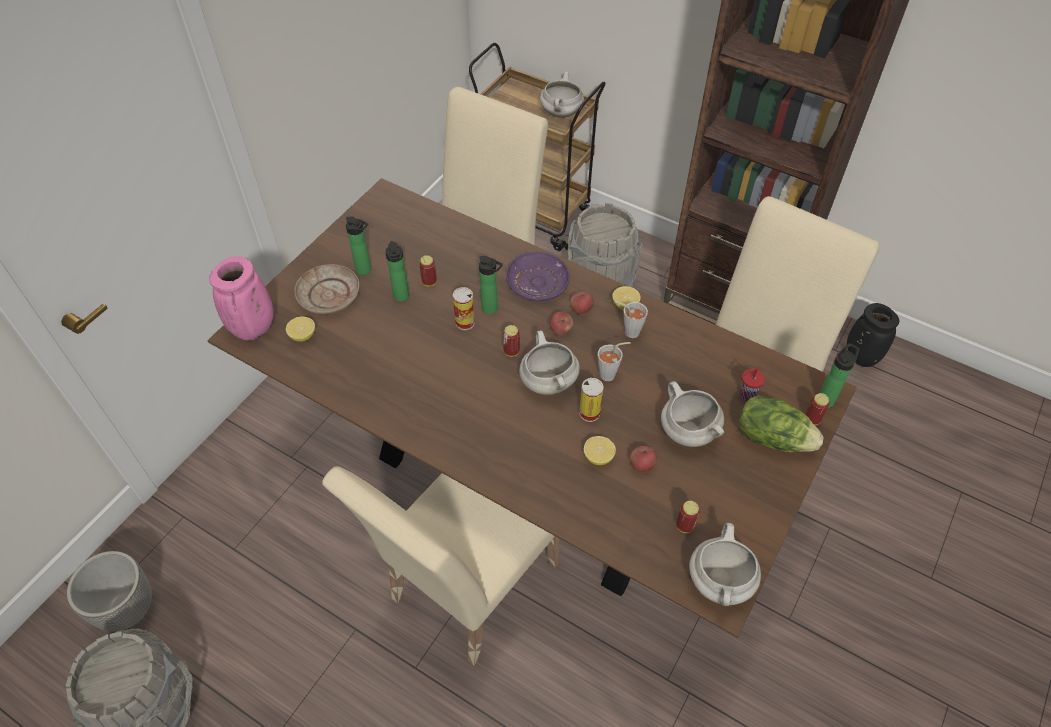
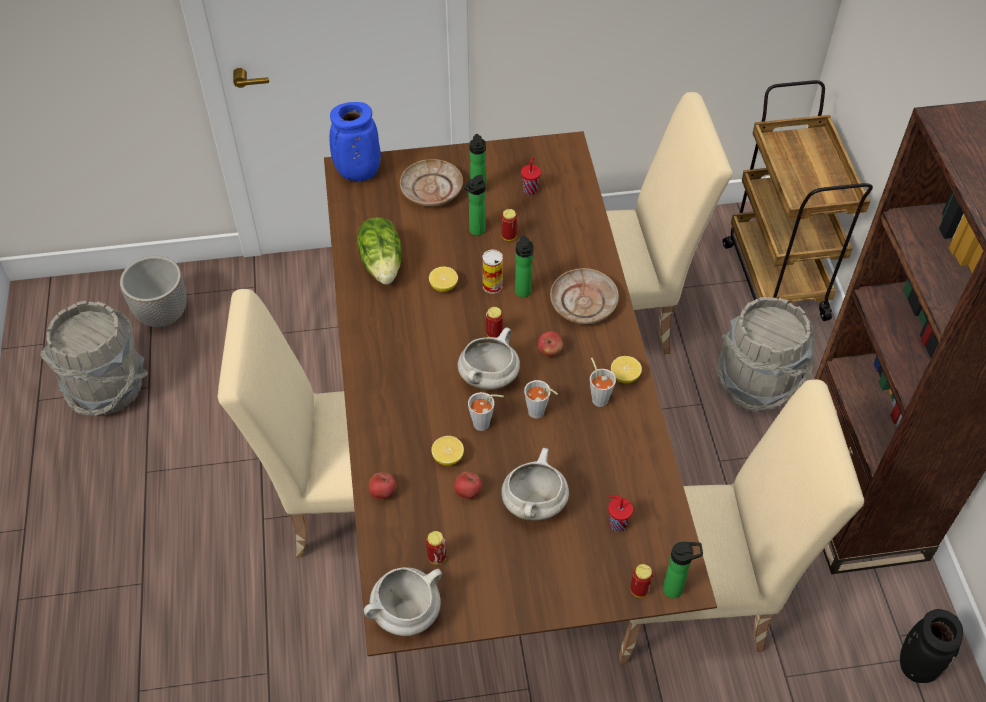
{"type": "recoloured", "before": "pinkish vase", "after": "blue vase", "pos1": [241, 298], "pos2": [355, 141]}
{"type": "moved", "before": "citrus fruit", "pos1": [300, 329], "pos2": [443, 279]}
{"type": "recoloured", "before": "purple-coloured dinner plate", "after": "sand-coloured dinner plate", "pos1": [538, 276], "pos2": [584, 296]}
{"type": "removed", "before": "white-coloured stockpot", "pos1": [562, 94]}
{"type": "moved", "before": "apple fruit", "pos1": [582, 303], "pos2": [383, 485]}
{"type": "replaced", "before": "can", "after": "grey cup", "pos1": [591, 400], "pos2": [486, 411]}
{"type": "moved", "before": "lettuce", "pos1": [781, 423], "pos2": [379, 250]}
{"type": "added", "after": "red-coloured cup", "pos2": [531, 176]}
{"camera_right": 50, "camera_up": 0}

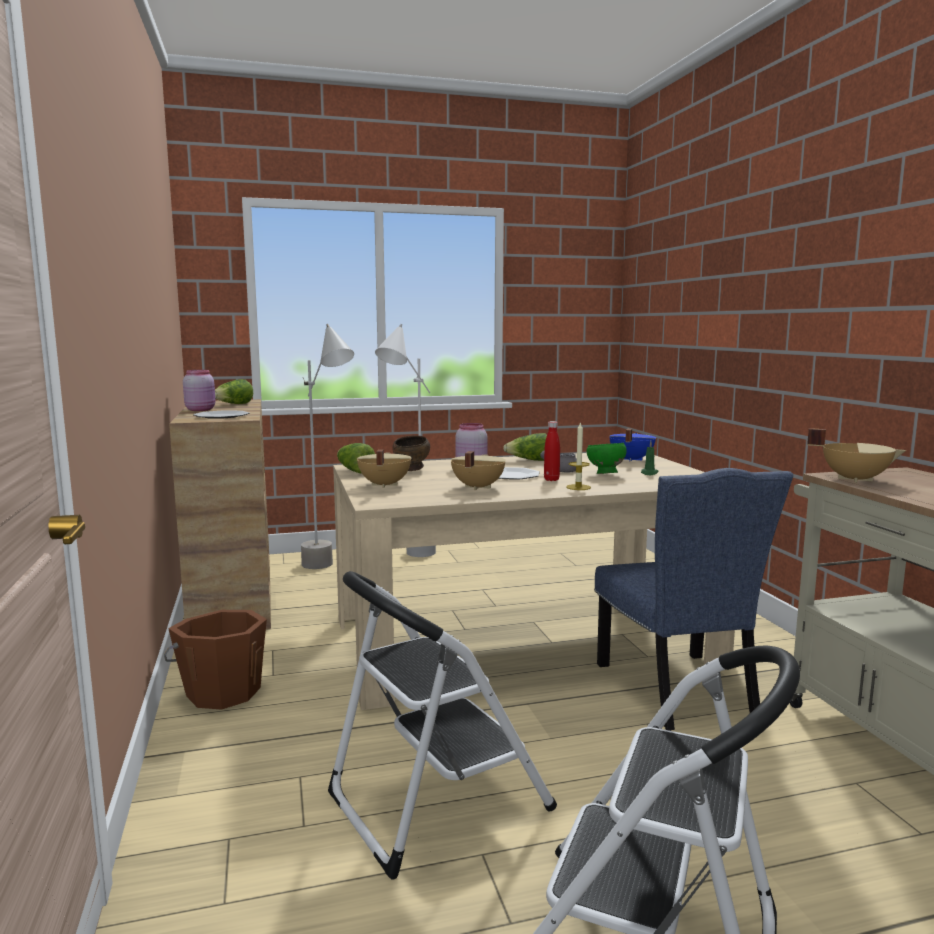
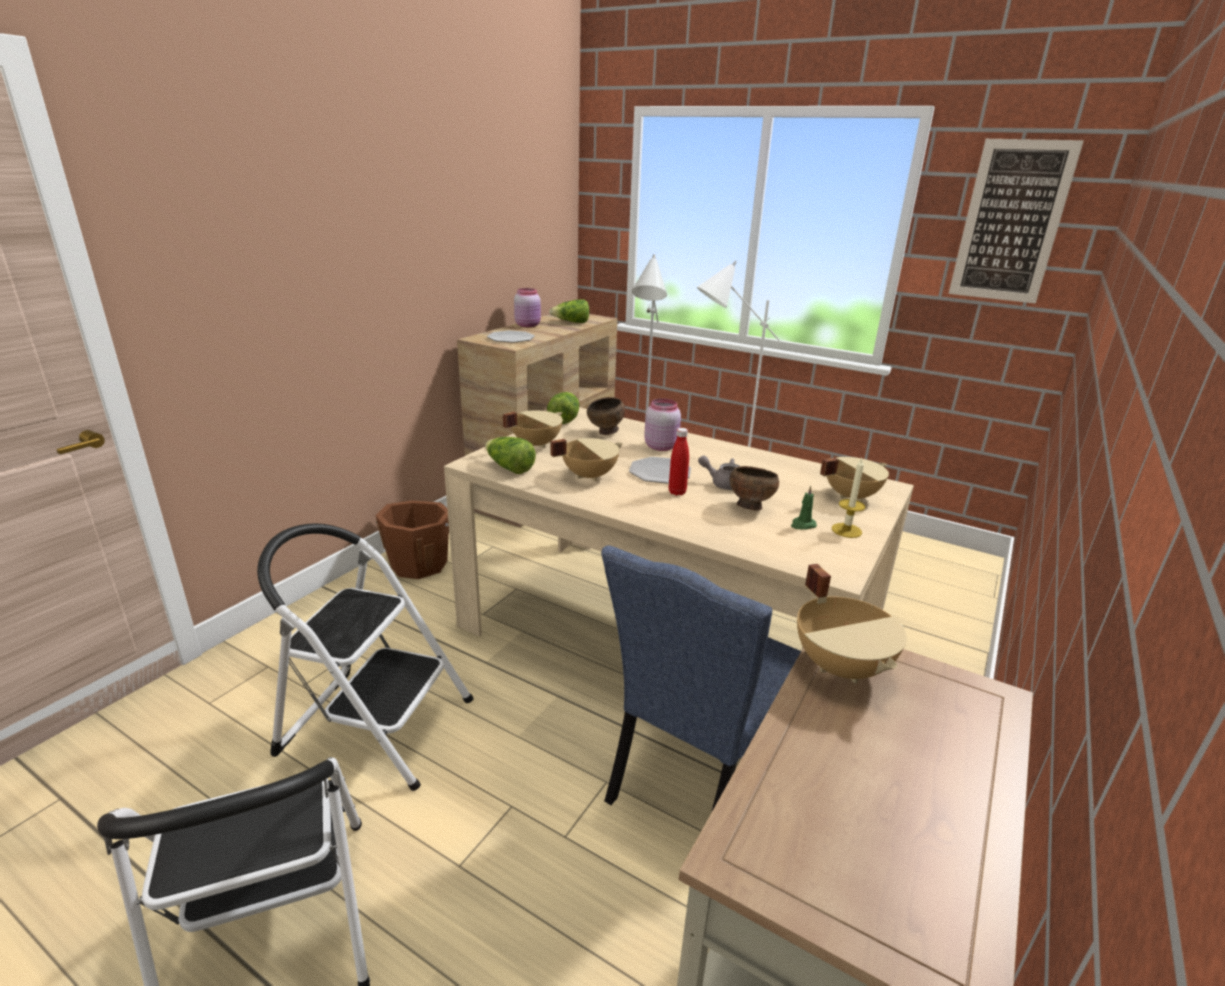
{"type": "moved", "before": "lettuce", "pos1": [525, 447], "pos2": [510, 455]}
{"type": "moved", "before": "candle", "pos1": [578, 456], "pos2": [848, 498]}
{"type": "recoloured", "before": "greenish bowl", "after": "brown bowl", "pos1": [606, 458], "pos2": [754, 488]}
{"type": "recoloured", "before": "blue stockpot", "after": "sand-coloured stockpot", "pos1": [633, 445], "pos2": [854, 479]}
{"type": "added", "after": "wall art", "pos2": [1016, 221]}
{"camera_right": 45, "camera_up": 15}

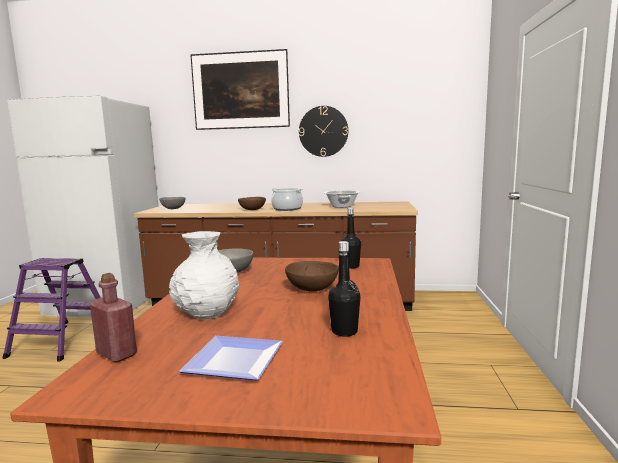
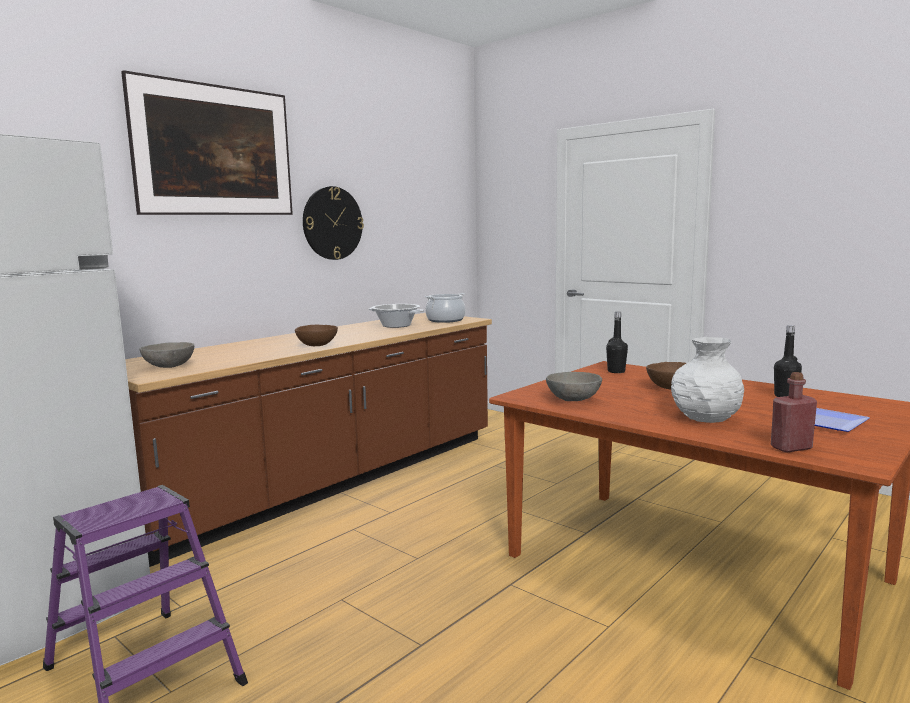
{"type": "moved", "before": "stockpot", "pos1": [287, 199], "pos2": [445, 308]}
{"camera_right": -55, "camera_up": 0}

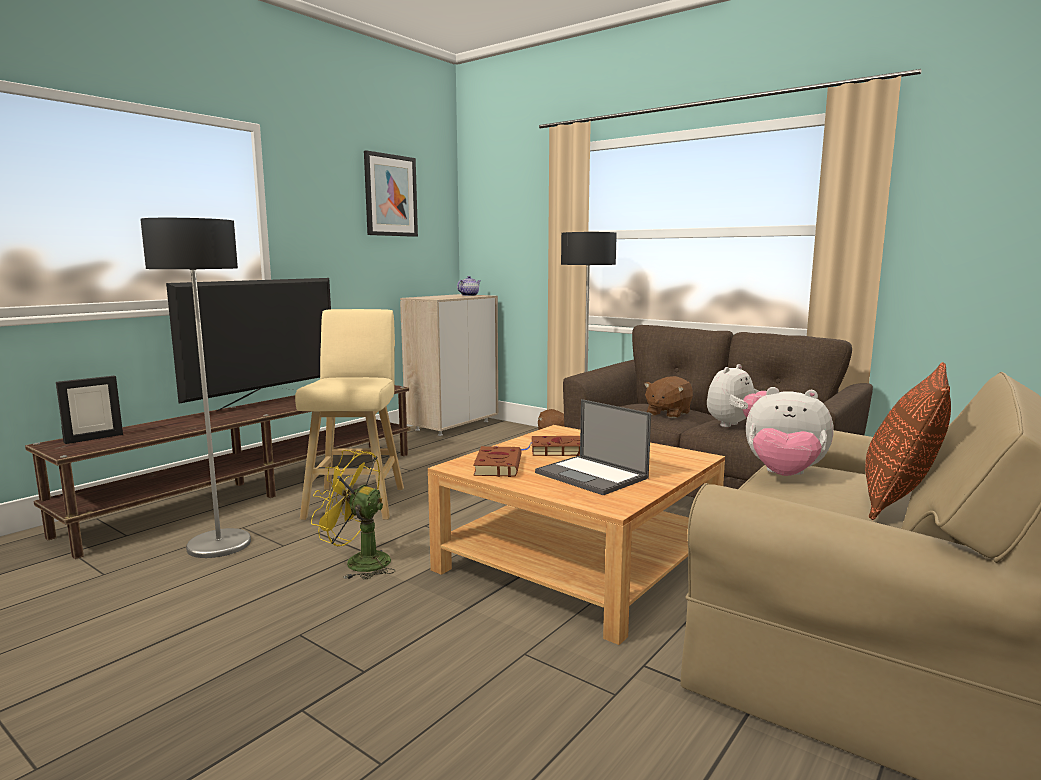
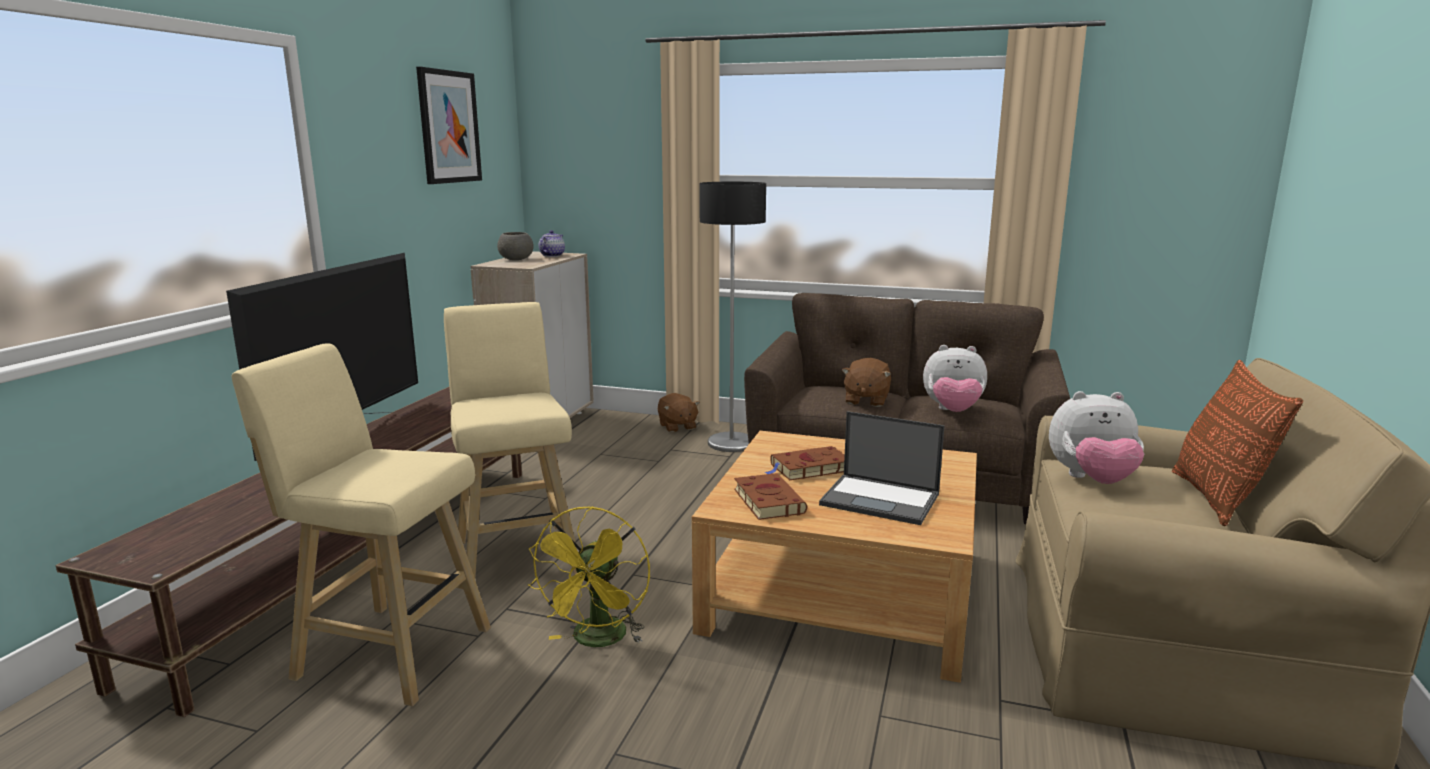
{"type": "removed", "before": "picture frame", "pos1": [89, 410]}
{"type": "replaced", "before": "standing lamp", "after": "sand-coloured stool seat", "pos1": [195, 388], "pos2": [361, 524]}
{"type": "turned", "before": "yellow-coloured cooling fan", "pos1": [353, 515], "pos2": [588, 576], "turn": -75}
{"type": "turned", "before": "plush toy", "pos1": [737, 395], "pos2": [955, 378], "turn": 75}
{"type": "added", "after": "grey bowl", "pos2": [515, 246]}
{"camera_right": -20, "camera_up": 5}

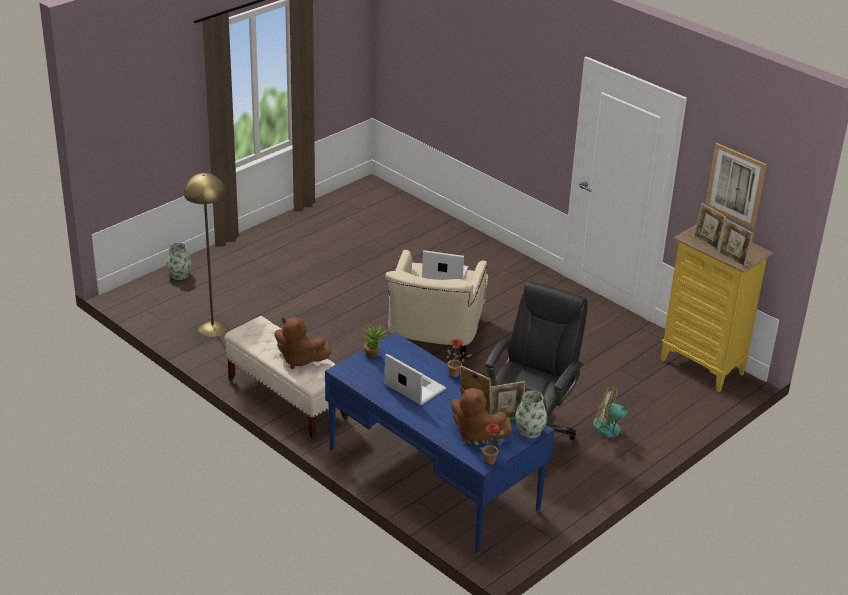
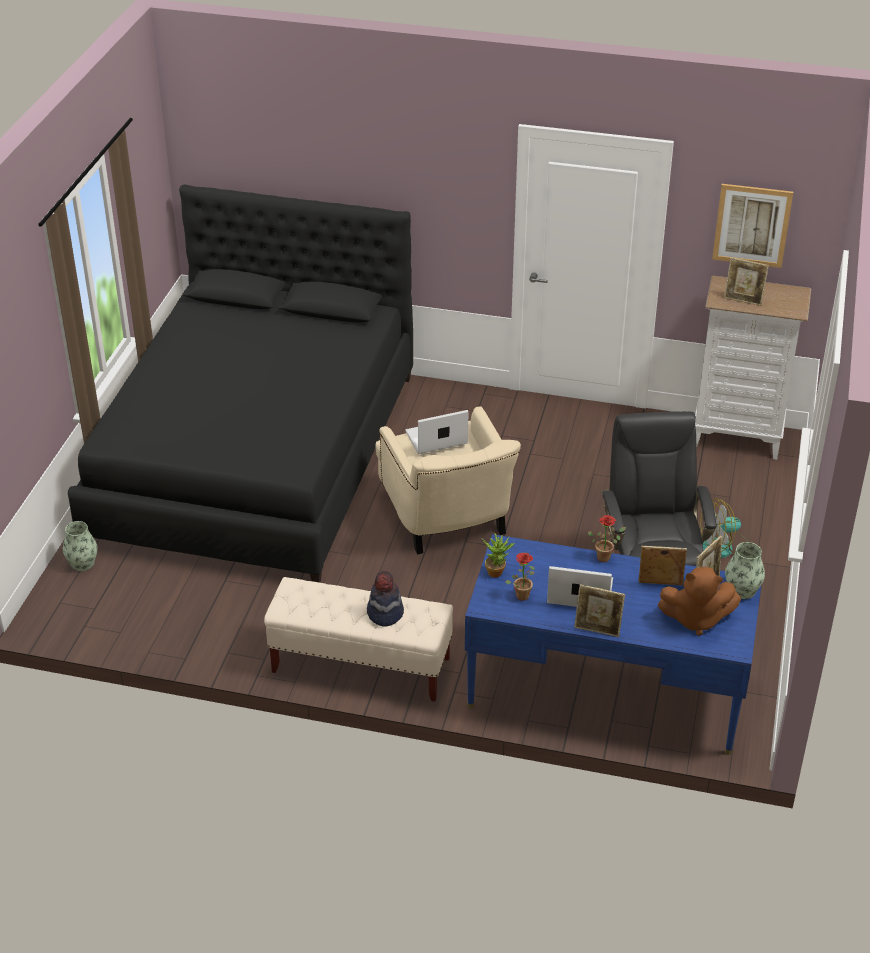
{"type": "removed", "before": "yellow-coloured standing lamp", "pos1": [205, 255]}
{"type": "replaced", "before": "brown plush toy", "after": "hat", "pos1": [303, 343], "pos2": [385, 599]}
{"type": "moved", "before": "houseplant", "pos1": [489, 444], "pos2": [520, 577]}
{"type": "recoloured", "before": "yellow-coloured dresser", "after": "white-coloured dresser", "pos1": [717, 308], "pos2": [753, 368]}
{"type": "moved", "before": "picture frame", "pos1": [736, 243], "pos2": [599, 610]}
{"type": "added", "after": "black-coloured bedroom bed", "pos2": [240, 383]}
{"camera_right": -30, "camera_up": 5}

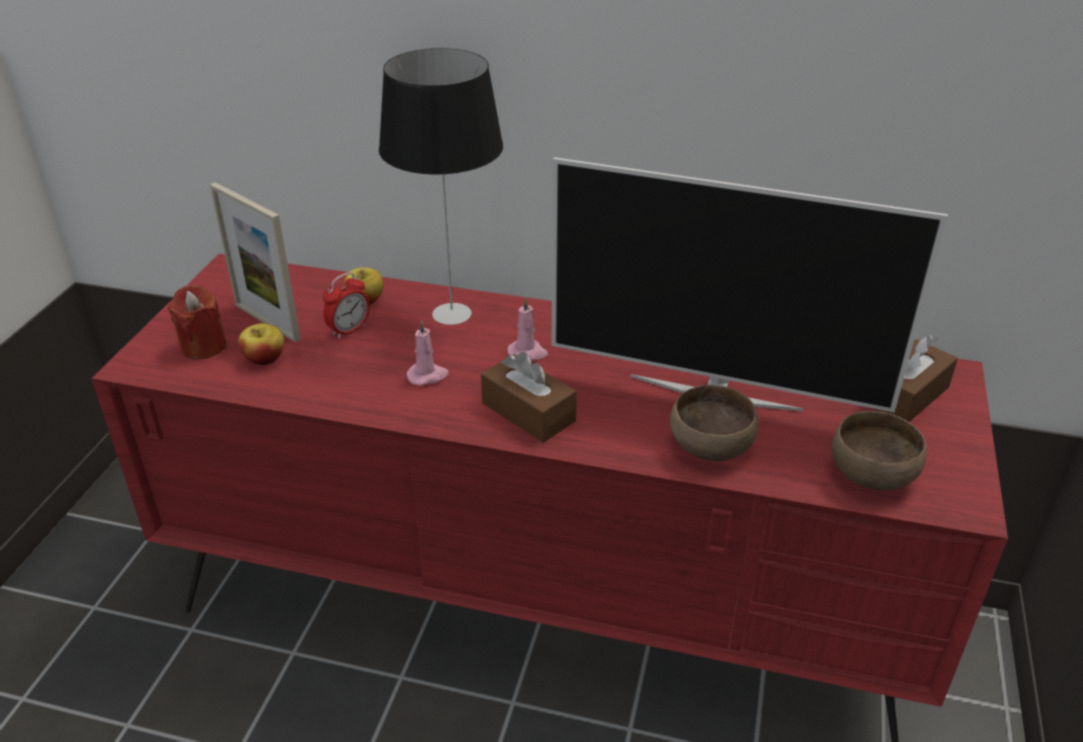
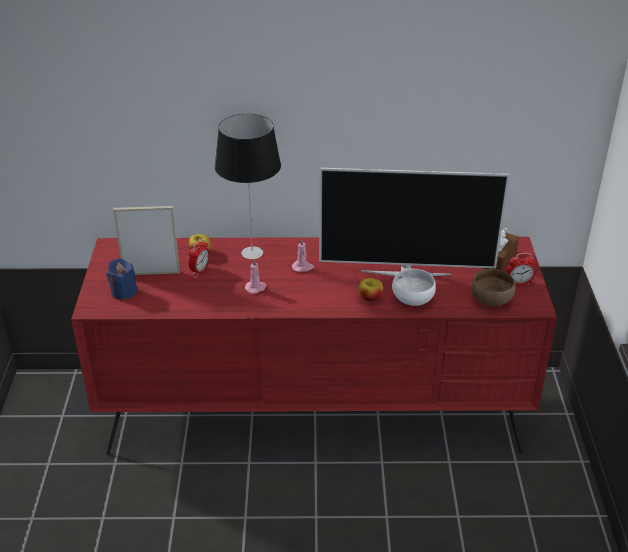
{"type": "recoloured", "before": "red-coloured candle", "after": "blue candle", "pos1": [197, 322], "pos2": [122, 279]}
{"type": "turned", "before": "picture frame", "pos1": [255, 262], "pos2": [146, 240], "turn": 150}
{"type": "moved", "before": "apple fruit", "pos1": [261, 344], "pos2": [371, 289]}
{"type": "removed", "before": "brown tissue holder", "pos1": [529, 397]}
{"type": "recoloured", "before": "brown bowl", "after": "white-coloured bowl", "pos1": [714, 423], "pos2": [414, 287]}
{"type": "added", "after": "table clock", "pos2": [521, 269]}
{"camera_right": -15, "camera_up": 0}

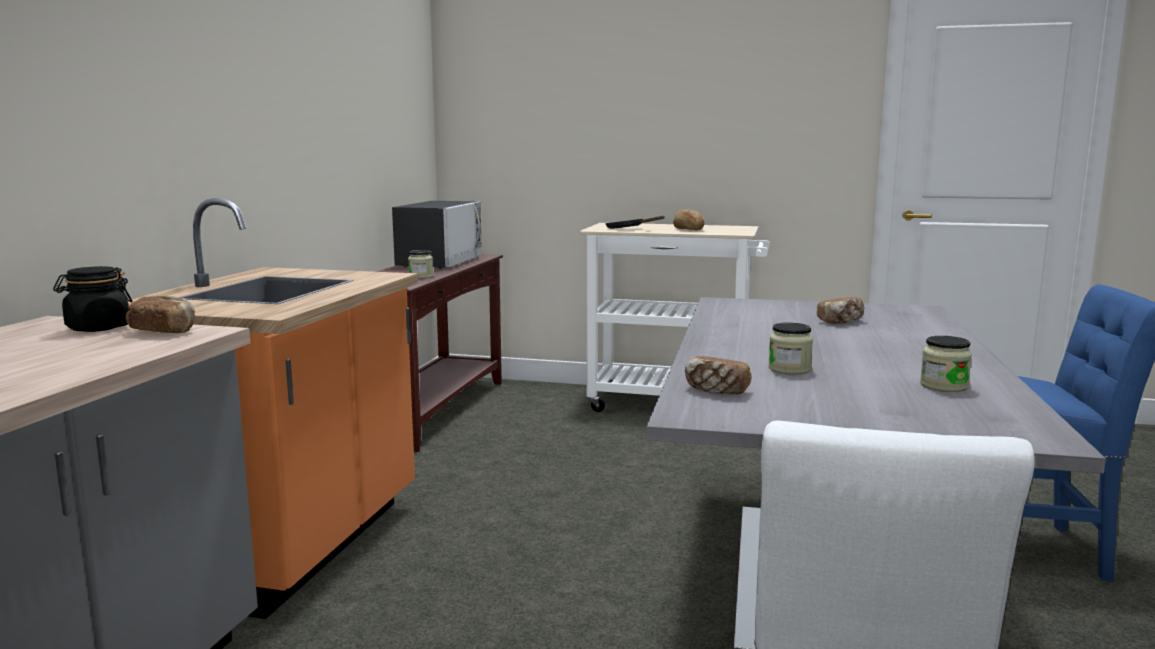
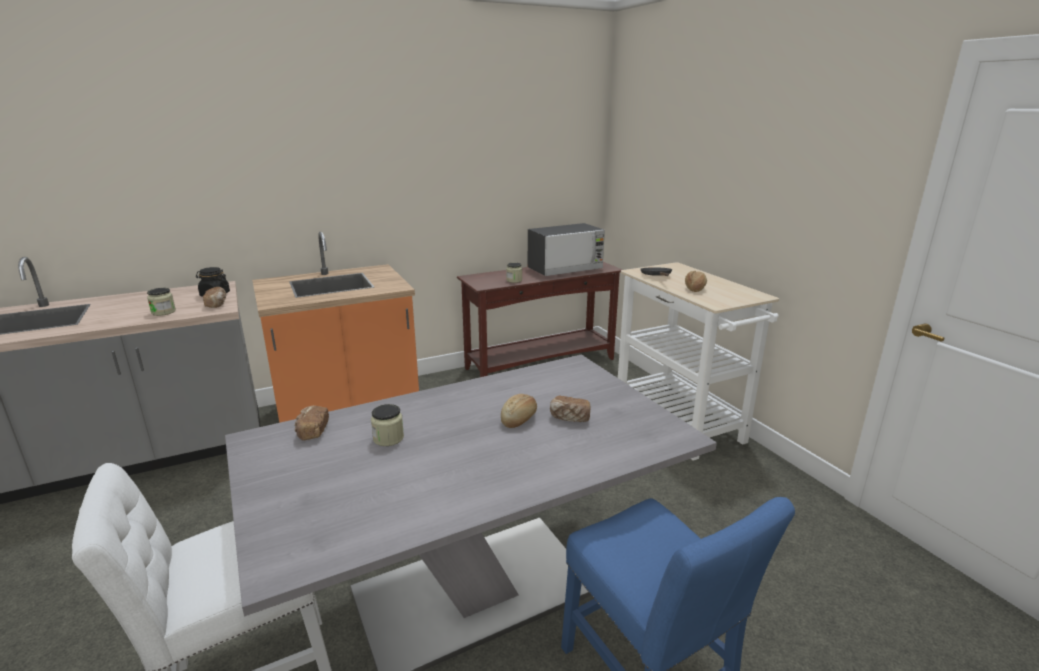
{"type": "moved", "before": "preserve jar", "pos1": [946, 364], "pos2": [161, 302]}
{"type": "added", "after": "bakery bread", "pos2": [519, 411]}
{"camera_right": 50, "camera_up": 10}

